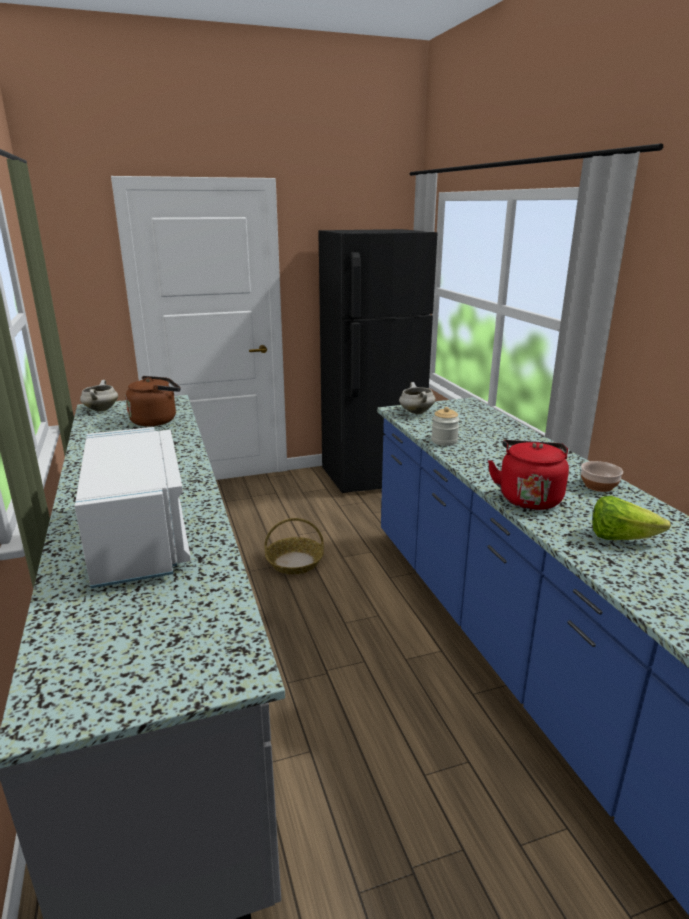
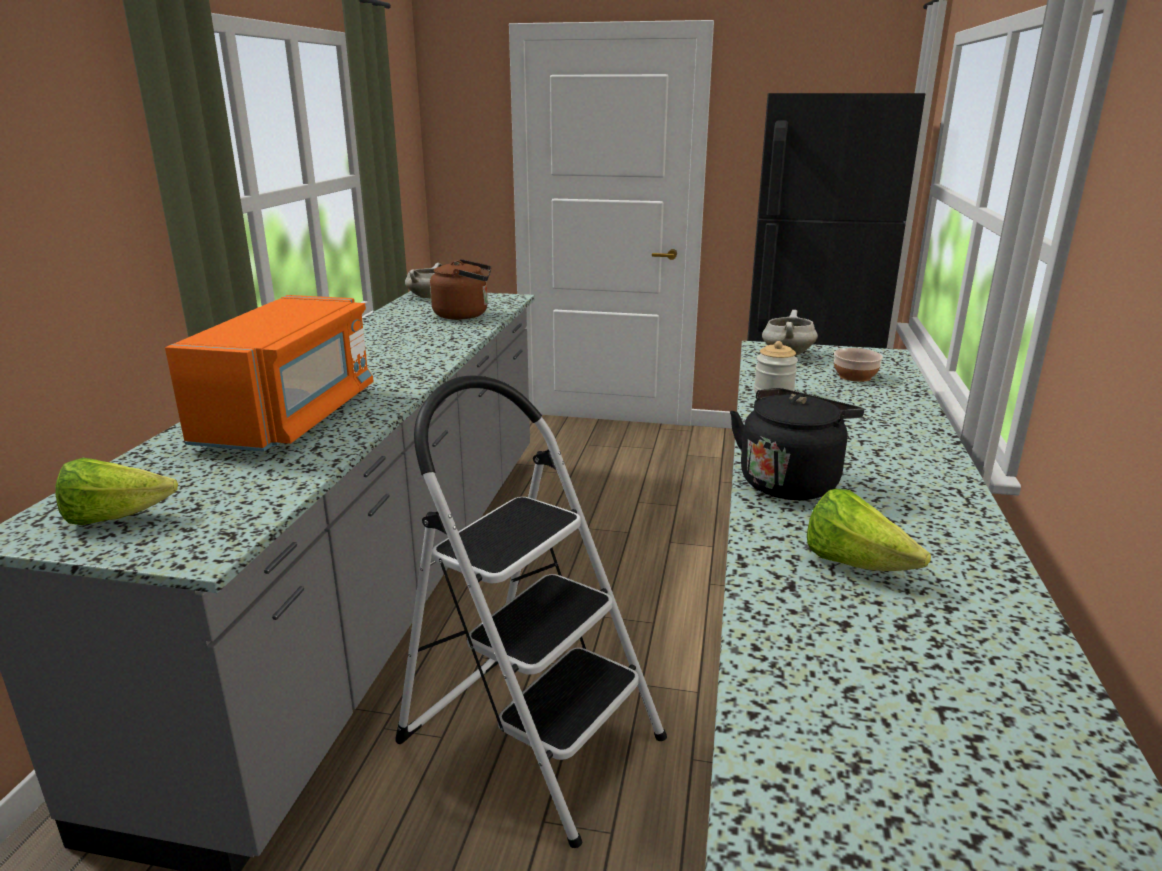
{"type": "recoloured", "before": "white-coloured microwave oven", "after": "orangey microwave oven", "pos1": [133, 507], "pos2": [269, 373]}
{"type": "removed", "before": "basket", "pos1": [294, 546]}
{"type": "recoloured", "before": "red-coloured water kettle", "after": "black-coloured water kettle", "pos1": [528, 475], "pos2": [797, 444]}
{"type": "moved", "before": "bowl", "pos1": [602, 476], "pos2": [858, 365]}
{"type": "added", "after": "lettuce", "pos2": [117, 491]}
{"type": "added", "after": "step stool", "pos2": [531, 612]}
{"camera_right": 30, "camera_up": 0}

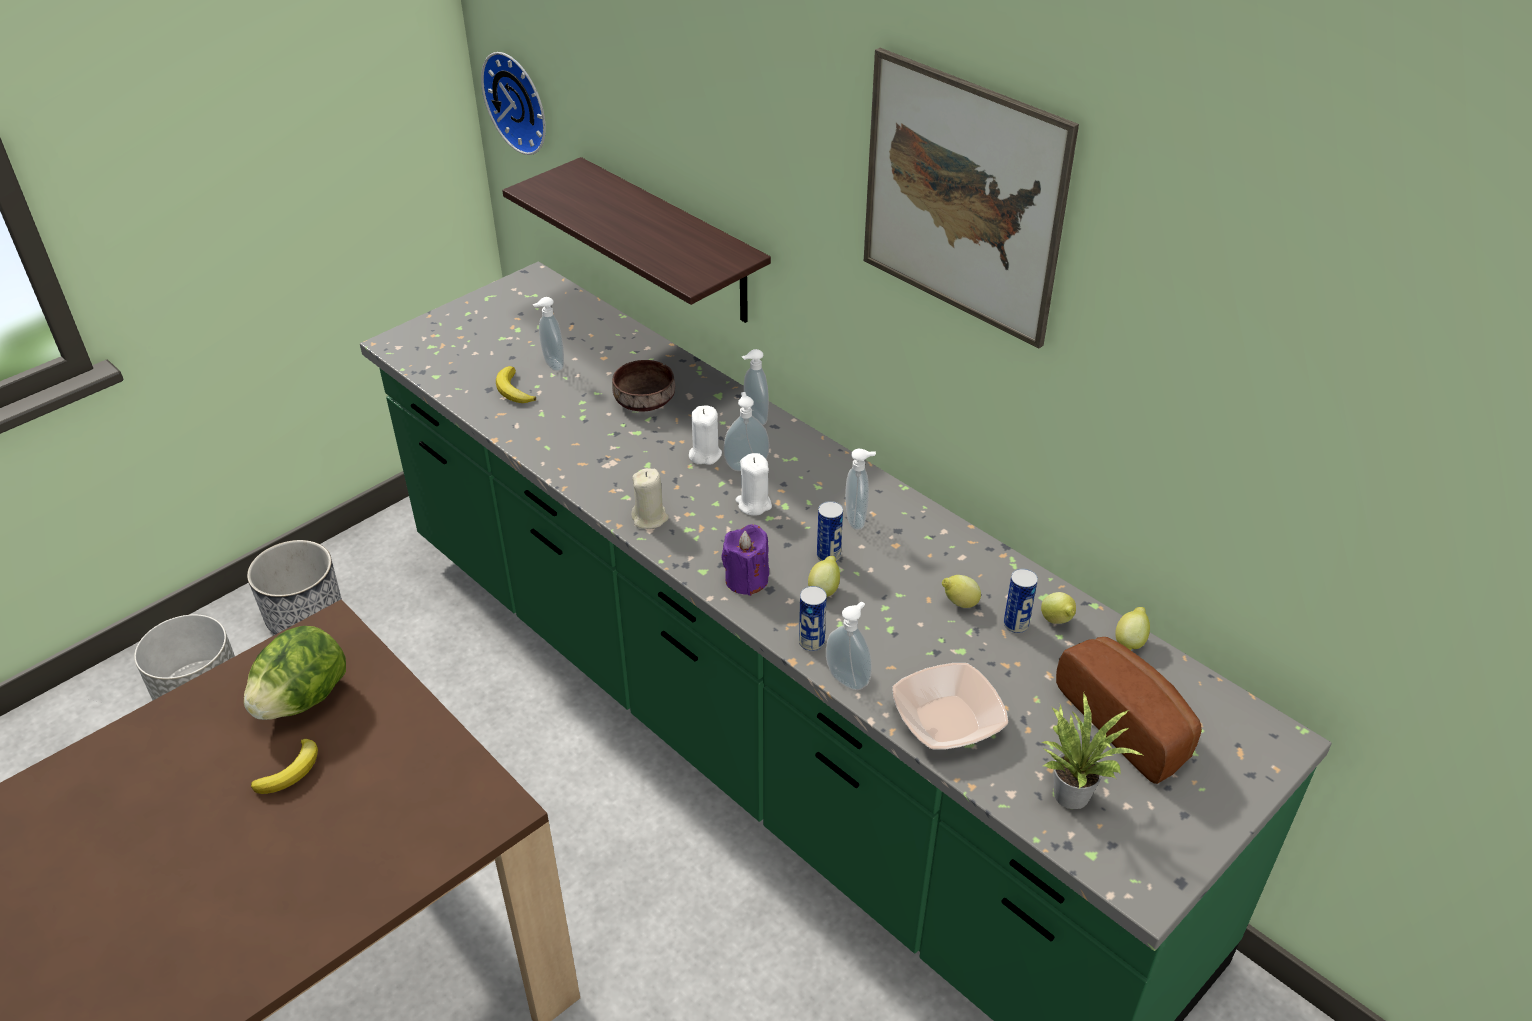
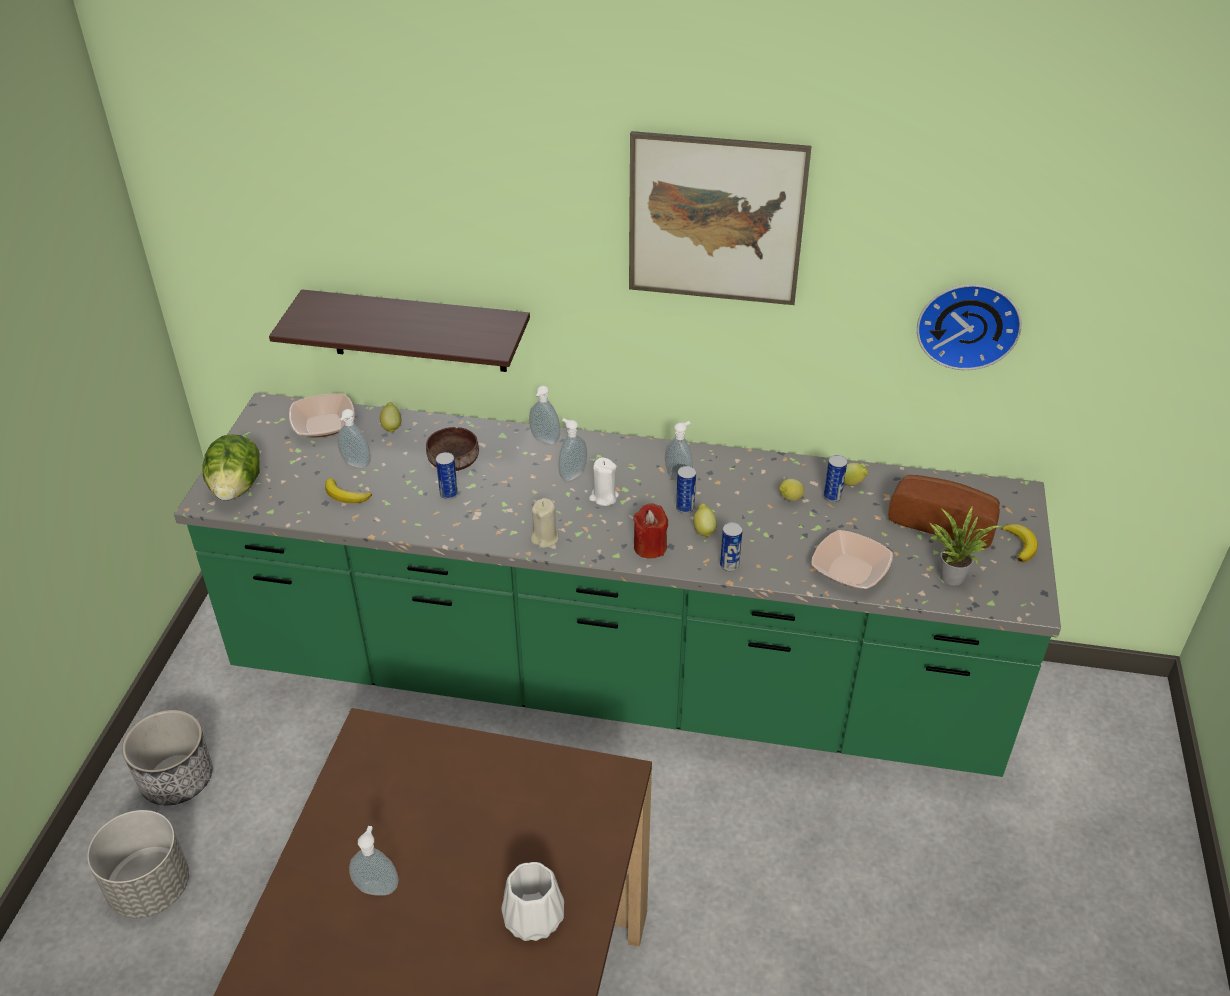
{"type": "moved", "before": "lettuce", "pos1": [295, 673], "pos2": [231, 467]}
{"type": "moved", "before": "banana", "pos1": [284, 766], "pos2": [1019, 543]}
{"type": "moved", "before": "wall clock", "pos1": [513, 103], "pos2": [969, 327]}
{"type": "removed", "before": "white-coloured candle", "pos1": [705, 435]}
{"type": "recoloured", "before": "purple-coloured candle", "after": "red-coloured candle", "pos1": [745, 560], "pos2": [650, 531]}
{"type": "moved", "before": "soap dispenser", "pos1": [849, 646], "pos2": [374, 861]}
{"type": "moved", "before": "citrus fruit", "pos1": [1132, 628], "pos2": [390, 417]}
{"type": "added", "after": "bowl", "pos2": [322, 415]}
{"type": "added", "after": "can", "pos2": [447, 476]}
{"type": "added", "after": "white-coloured vase", "pos2": [532, 901]}
{"camera_right": -35, "camera_up": 0}

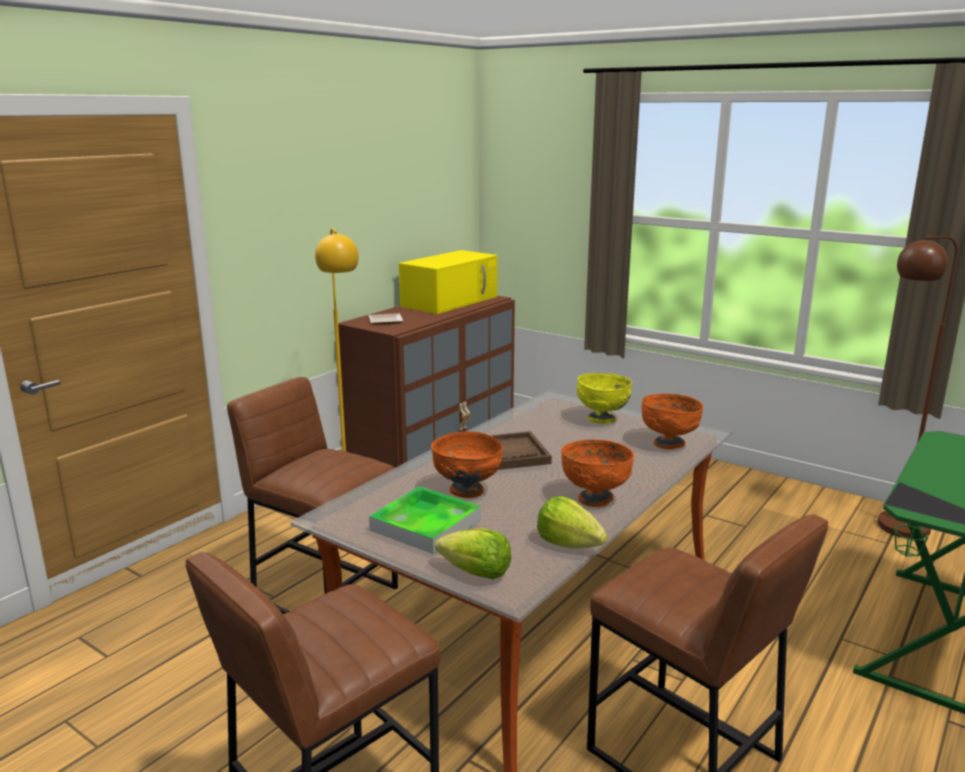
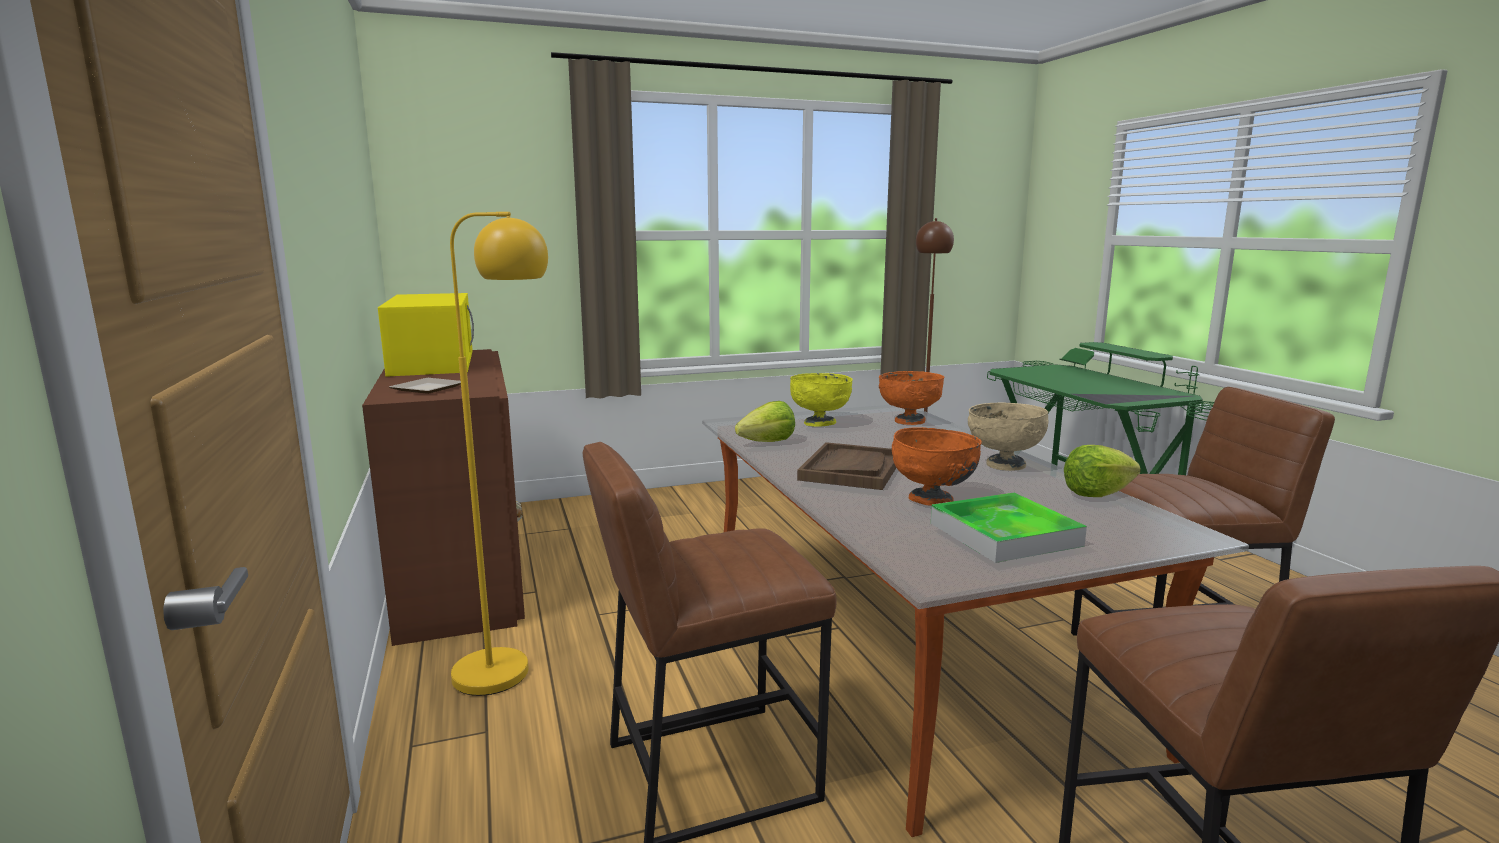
{"type": "moved", "before": "lettuce", "pos1": [473, 553], "pos2": [765, 421]}
{"type": "recoloured", "before": "orangey bowl", "after": "sand-coloured bowl", "pos1": [598, 473], "pos2": [1008, 436]}
{"camera_right": -55, "camera_up": -5}

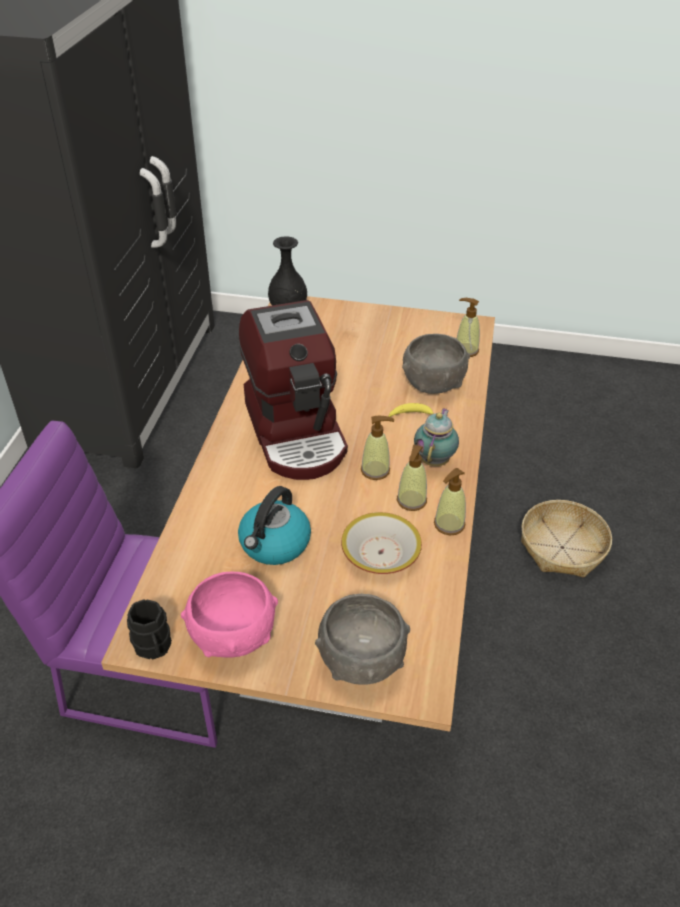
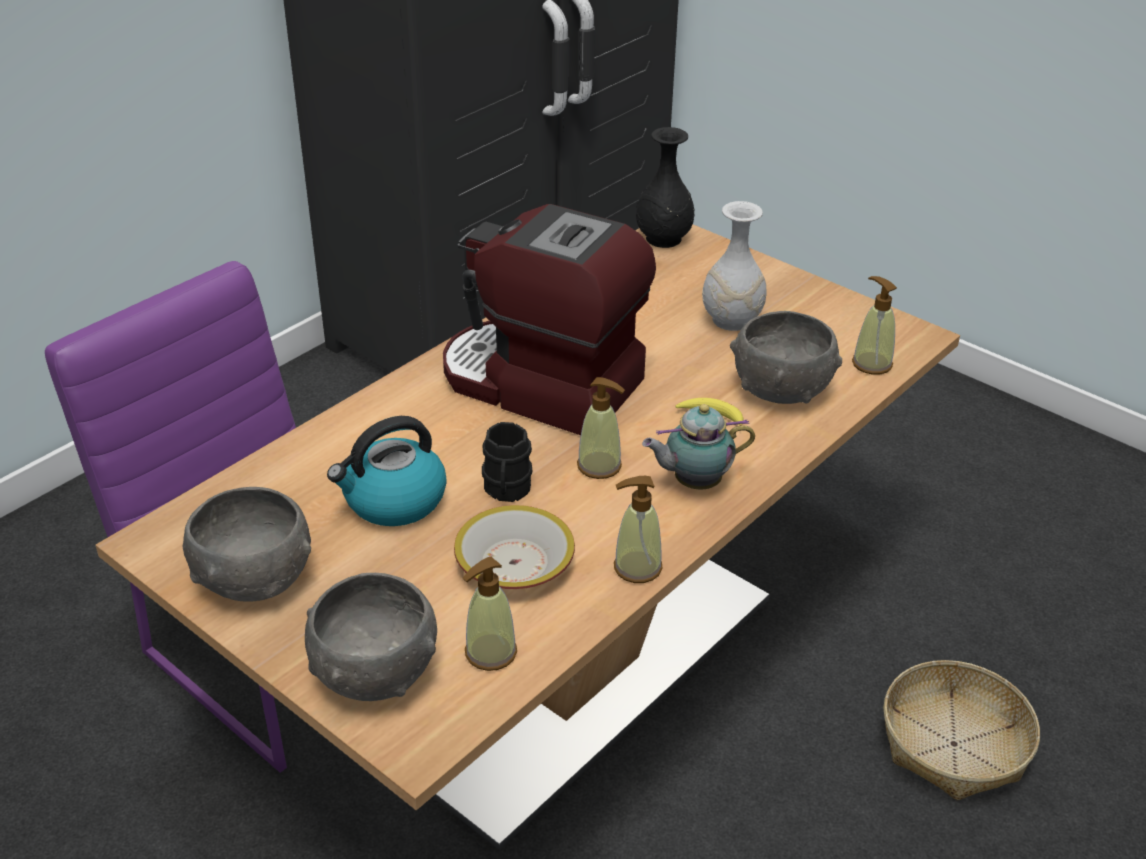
{"type": "moved", "before": "black-coloured mug", "pos1": [149, 629], "pos2": [507, 462]}
{"type": "recoloured", "before": "pinkish bowl", "after": "grey bowl", "pos1": [229, 614], "pos2": [246, 544]}
{"type": "turned", "before": "coffee machine", "pos1": [293, 390], "pos2": [549, 319], "turn": 105}
{"type": "moved", "before": "soap dispenser", "pos1": [412, 478], "pos2": [490, 614]}
{"type": "turned", "before": "pot for tea", "pos1": [436, 437], "pos2": [698, 447], "turn": -150}
{"type": "added", "after": "white-coloured vase", "pos2": [734, 266]}
{"camera_right": 30, "camera_up": -5}

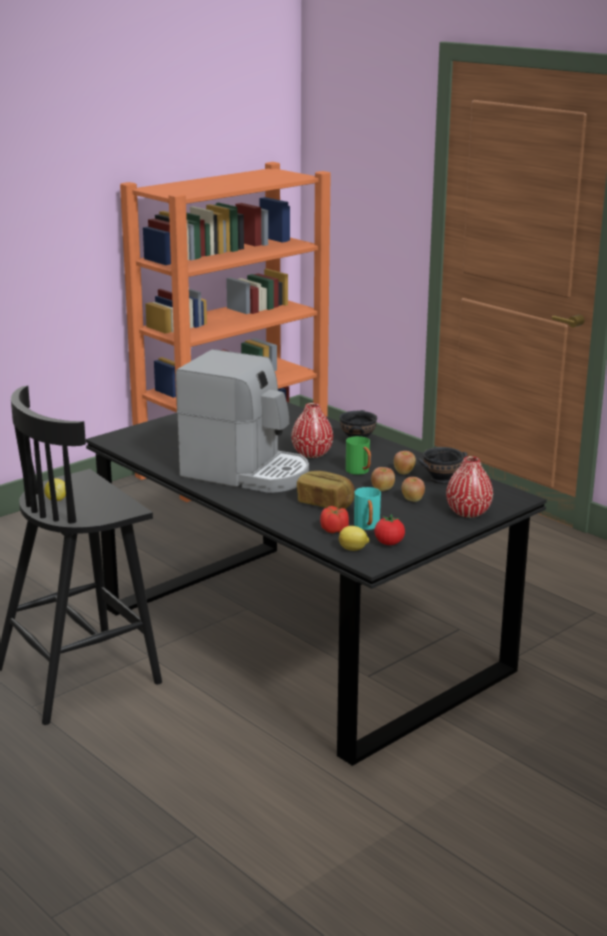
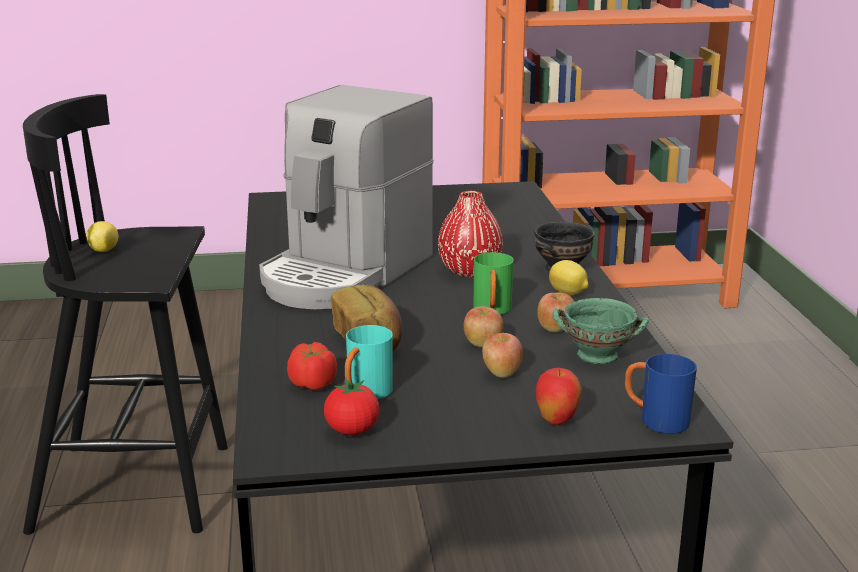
{"type": "turned", "before": "coffee machine", "pos1": [242, 421], "pos2": [346, 197], "turn": 60}
{"type": "moved", "before": "citrus fruit", "pos1": [354, 538], "pos2": [568, 277]}
{"type": "recoloured", "before": "black-coloured bowl", "after": "greenish bowl", "pos1": [442, 465], "pos2": [600, 331]}
{"type": "replaced", "before": "red-coloured vase", "after": "apple fruit", "pos1": [469, 487], "pos2": [559, 396]}
{"type": "added", "after": "blue mug", "pos2": [661, 394]}
{"camera_right": 35, "camera_up": 0}

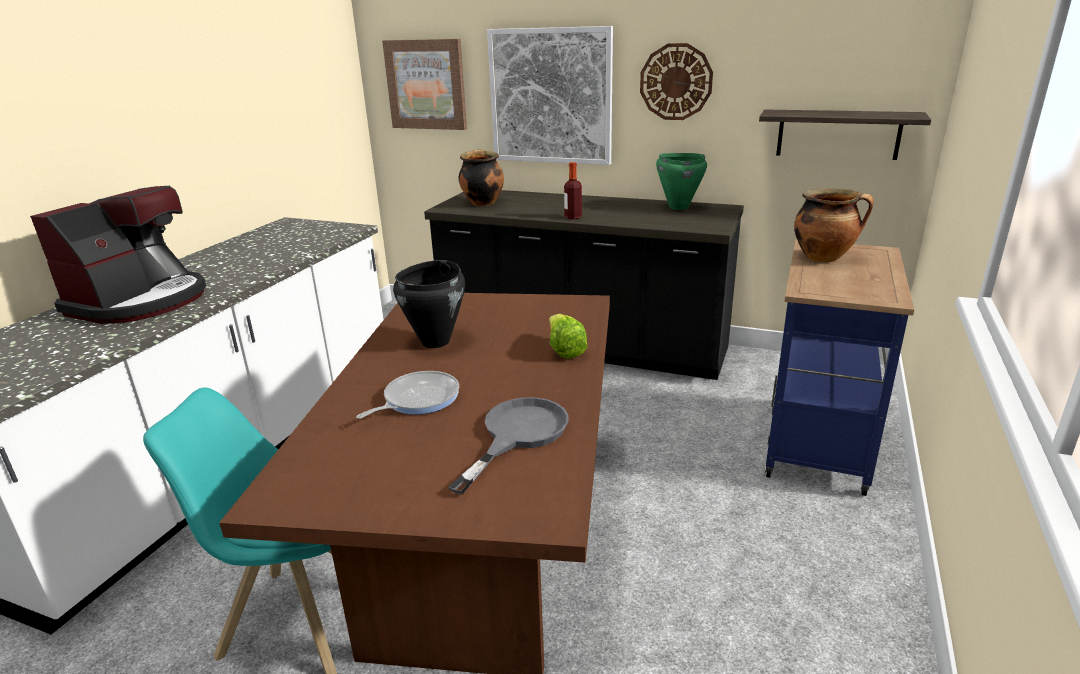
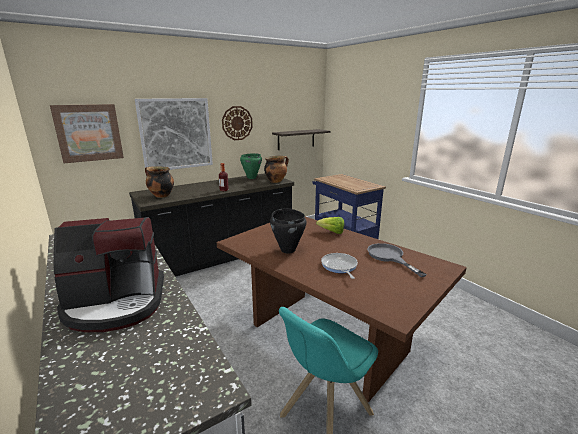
{"type": "turned", "before": "coffee machine", "pos1": [118, 255], "pos2": [109, 274], "turn": 105}
{"type": "moved", "before": "stockpot", "pos1": [834, 225], "pos2": [276, 169]}
{"camera_right": -55, "camera_up": -5}

